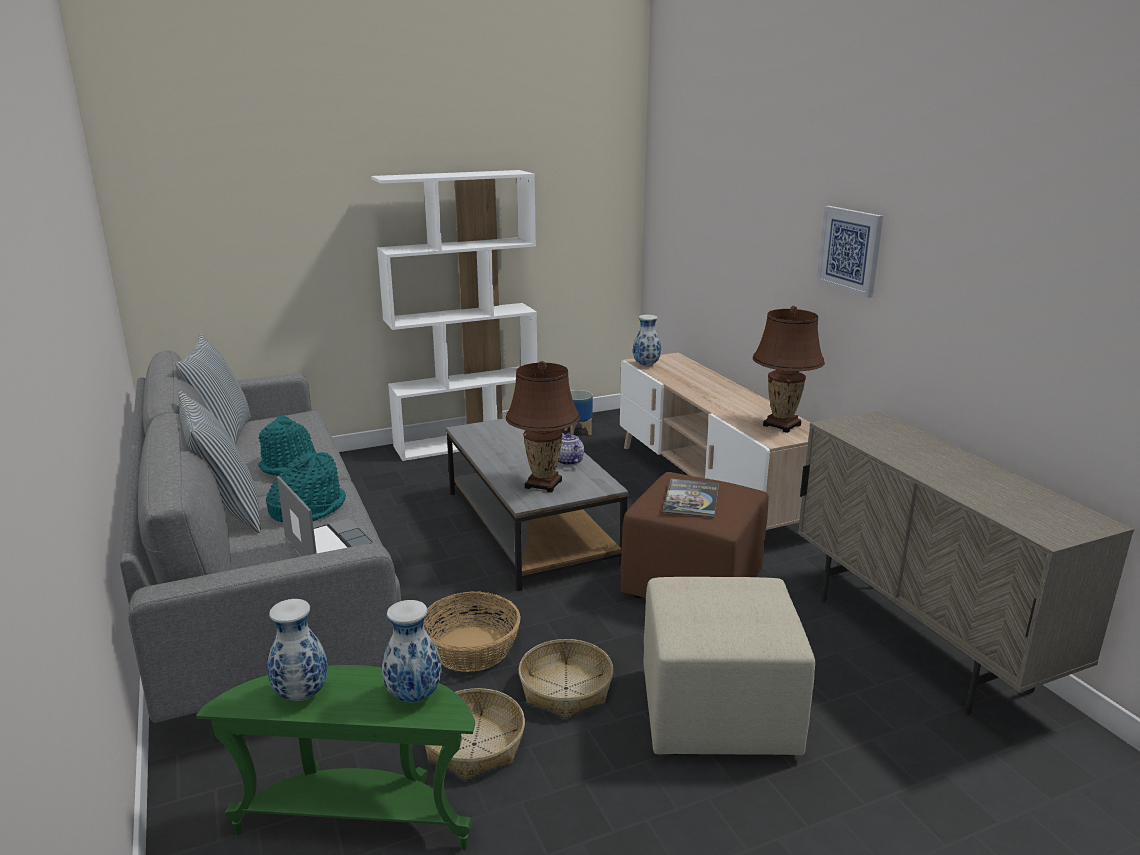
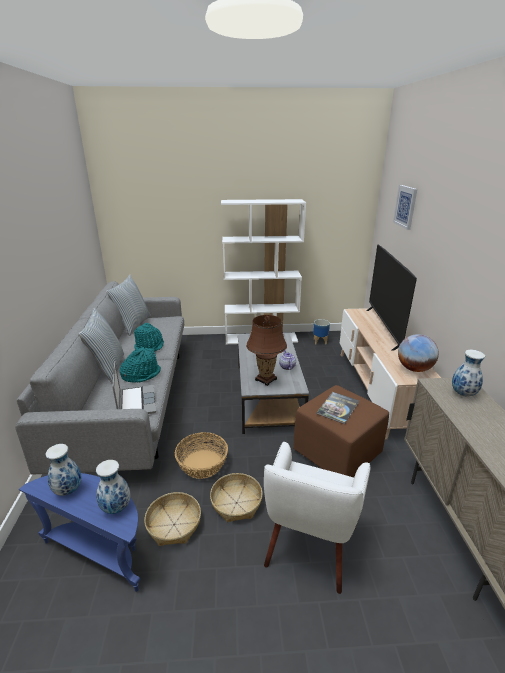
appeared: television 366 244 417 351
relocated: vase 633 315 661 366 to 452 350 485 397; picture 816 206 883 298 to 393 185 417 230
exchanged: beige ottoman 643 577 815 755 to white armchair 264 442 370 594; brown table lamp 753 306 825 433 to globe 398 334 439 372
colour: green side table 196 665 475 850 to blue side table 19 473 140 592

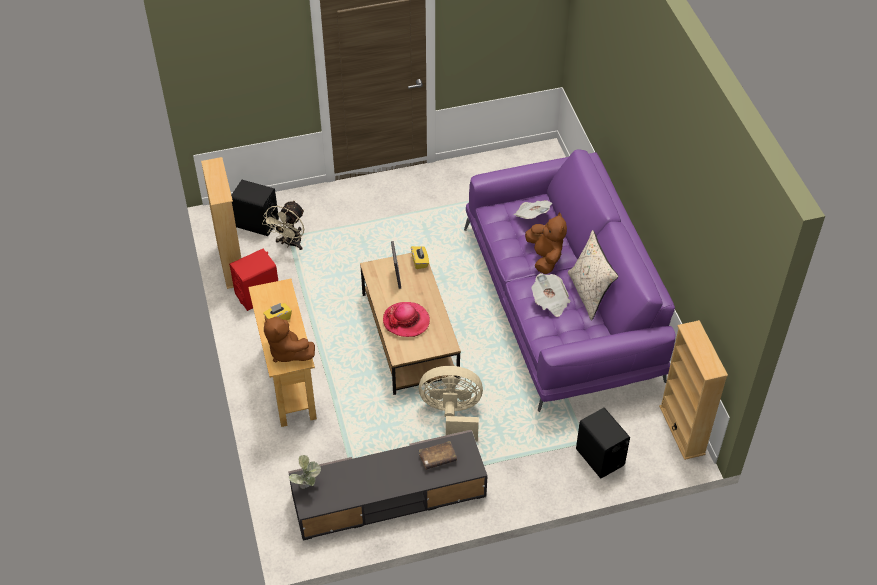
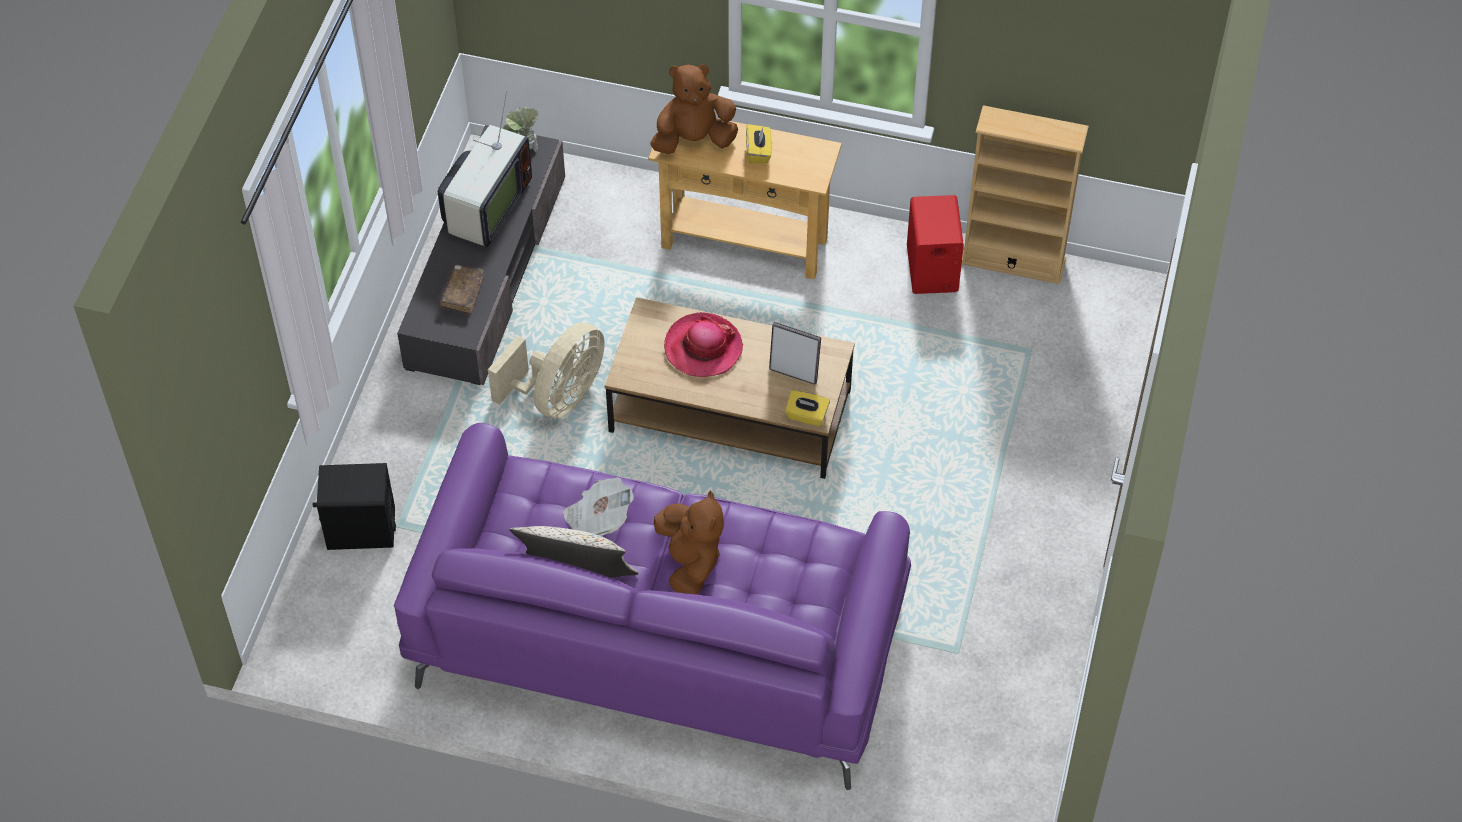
missing: black speaker 231 180 279 236; beige fan 262 200 304 250; newspaper 514 200 552 219; beige bookcase 659 320 728 460
appeared: television 438 91 532 247
spun: brown plush toy 525 212 567 274 = 654 490 724 595 120 degrees counterclockwise

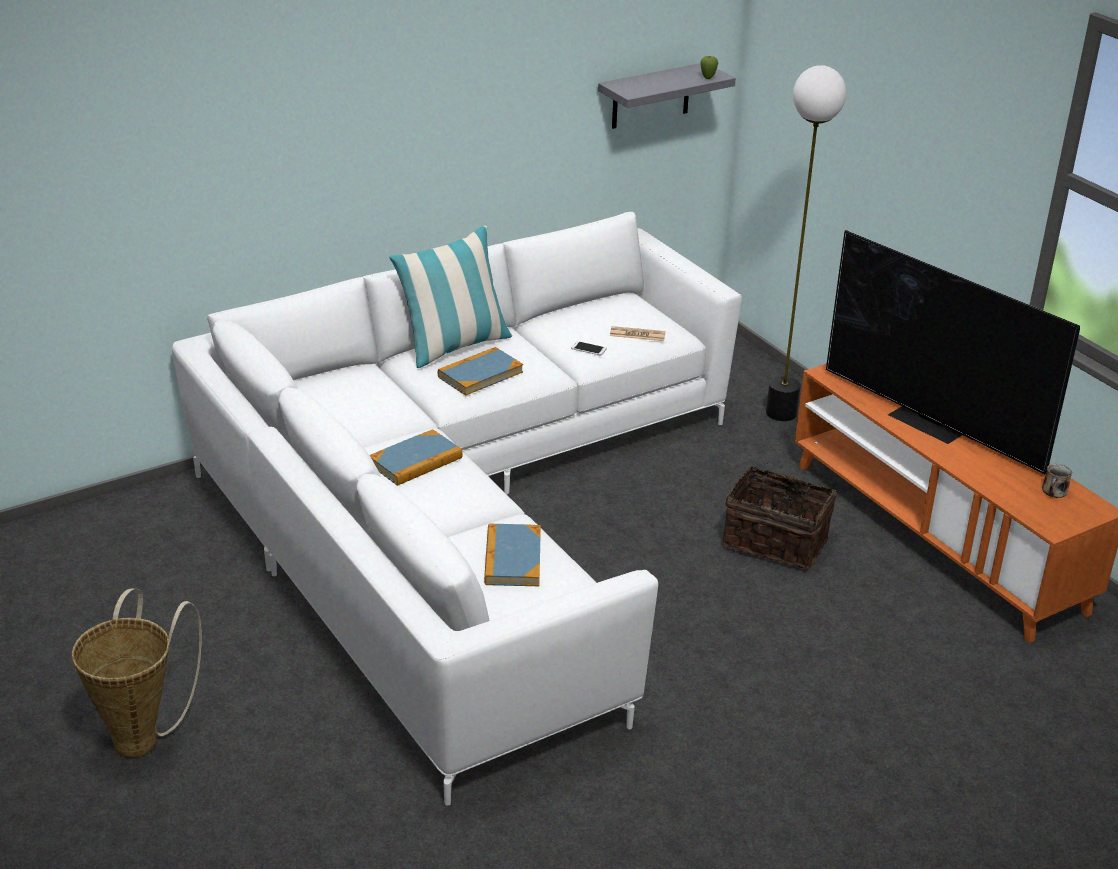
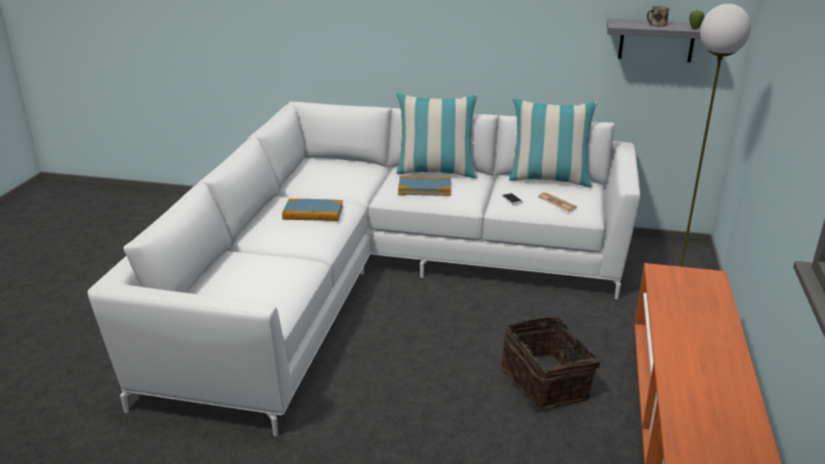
missing: basket 72 588 202 758; book 484 524 541 586; television 826 230 1080 474
appeared: pillow 509 98 597 188
relocated: mug 1042 464 1072 498 to 647 6 669 26

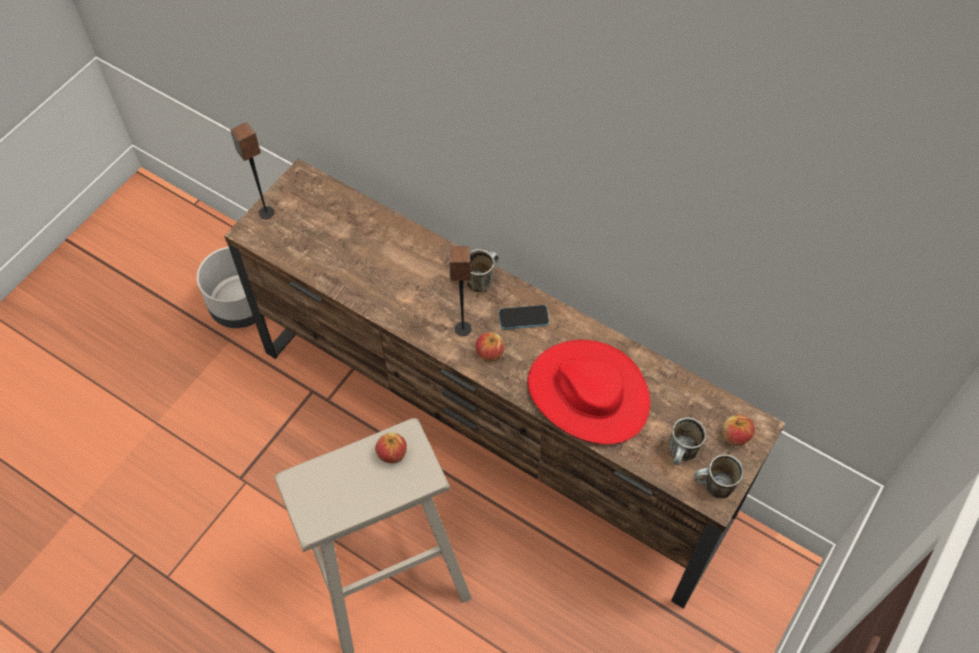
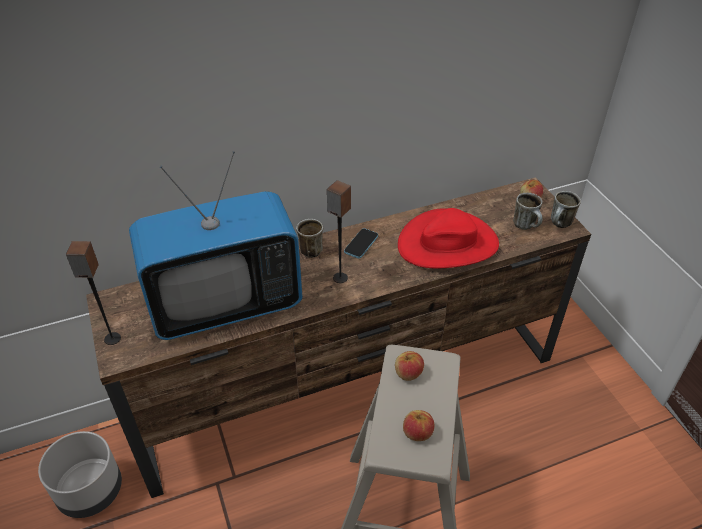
appeared: television 129 151 303 340
relocated: apple 475 332 505 362 to 403 410 434 441

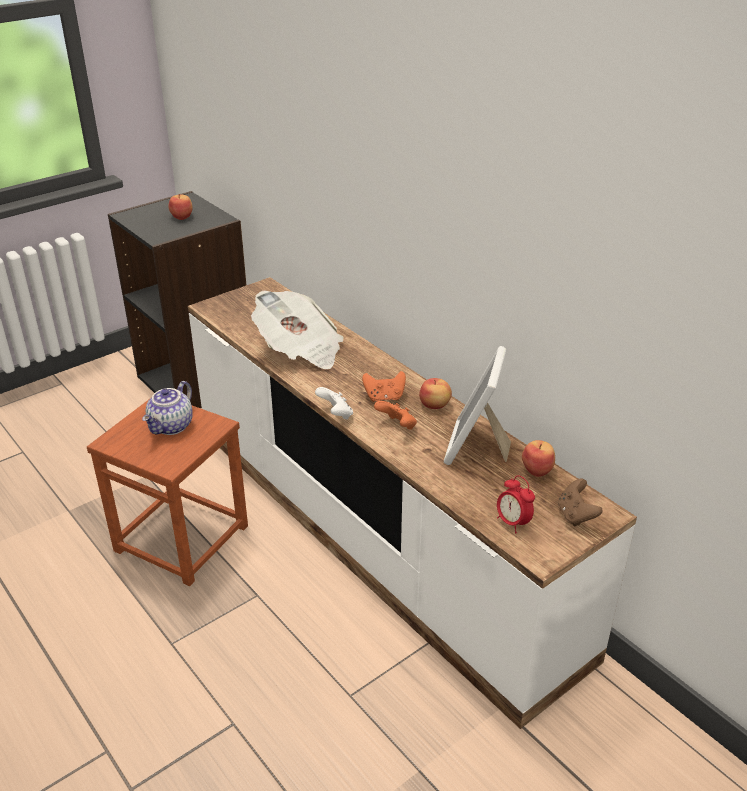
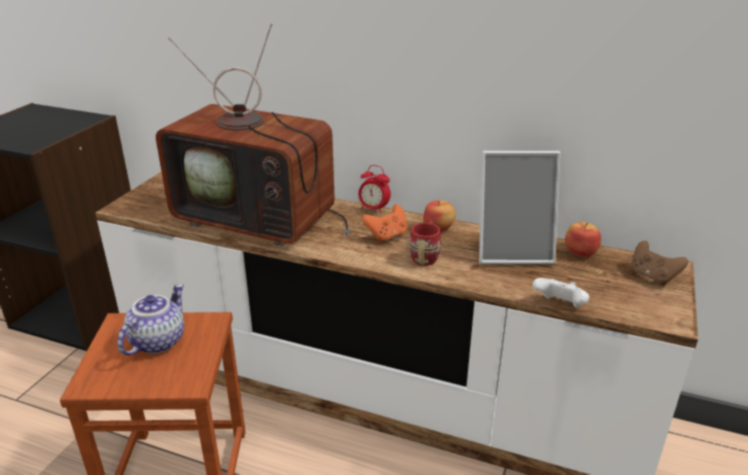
missing: apple 168 194 193 220
relocated: white game controller 315 387 353 420 to 533 278 589 307; alarm clock 497 475 535 533 to 358 165 391 214
exchanged: newspaper 251 290 344 369 to television 156 23 350 246; orange game controller 374 401 417 430 to red mug 409 221 441 266
spun: teapot 142 381 193 435 = 117 284 184 355 150 degrees counterclockwise; picture frame 444 346 511 465 = 479 151 561 264 75 degrees counterclockwise

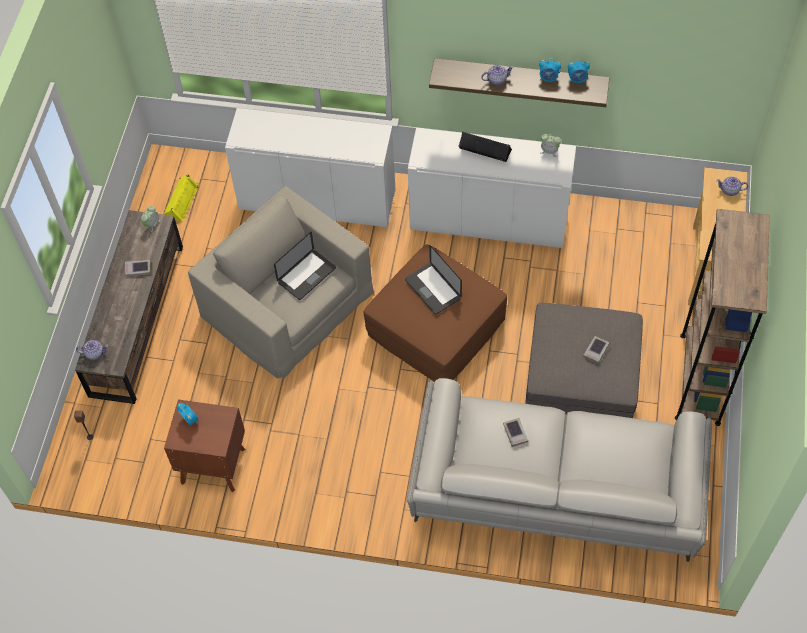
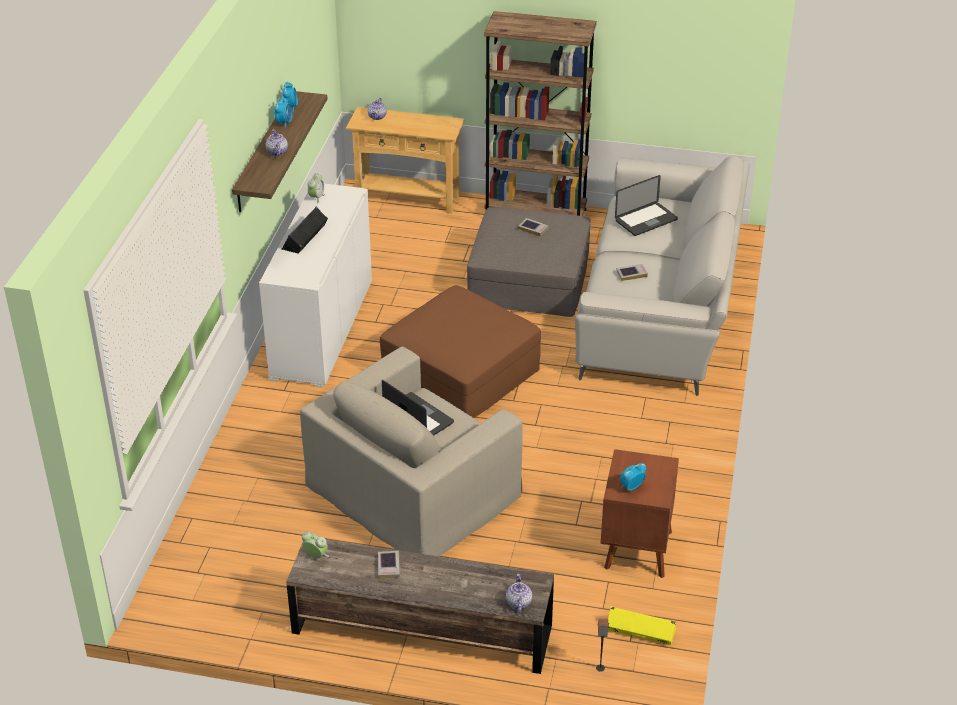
missing: white cabinet 225 108 395 227
relocated: yellow speaker 164 174 198 222 to 608 606 676 645; laptop 405 245 462 315 to 615 175 678 236

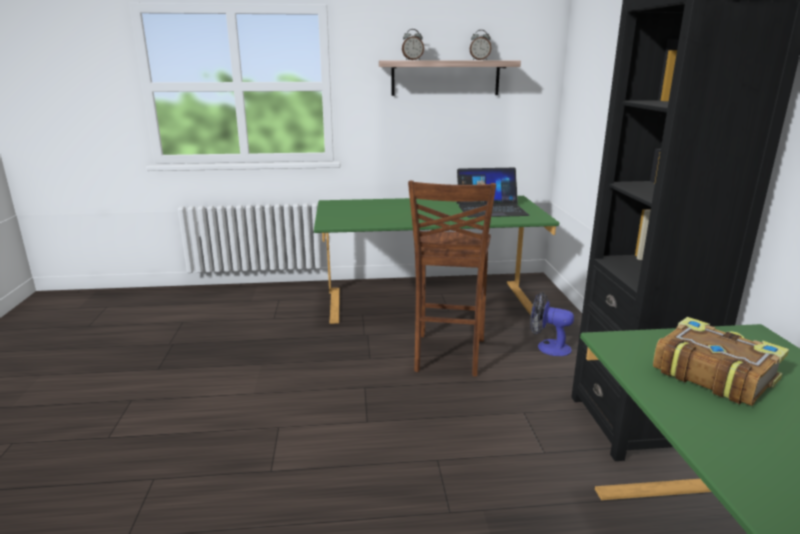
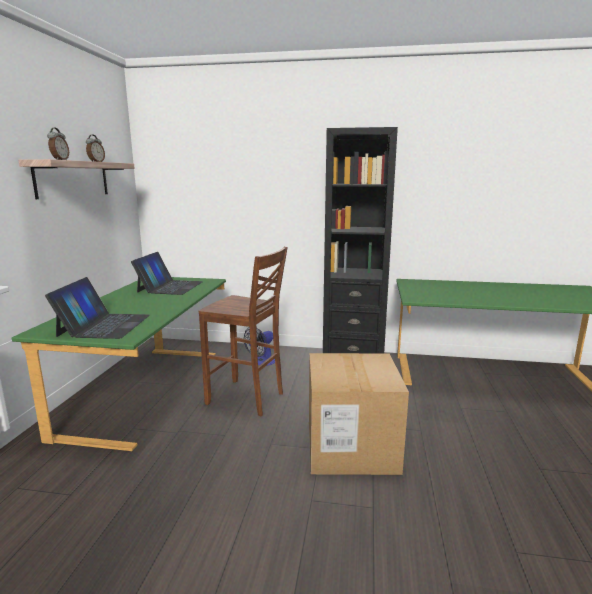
missing: book 653 317 789 406
appeared: laptop 45 277 150 339; cardboard box 309 353 409 475

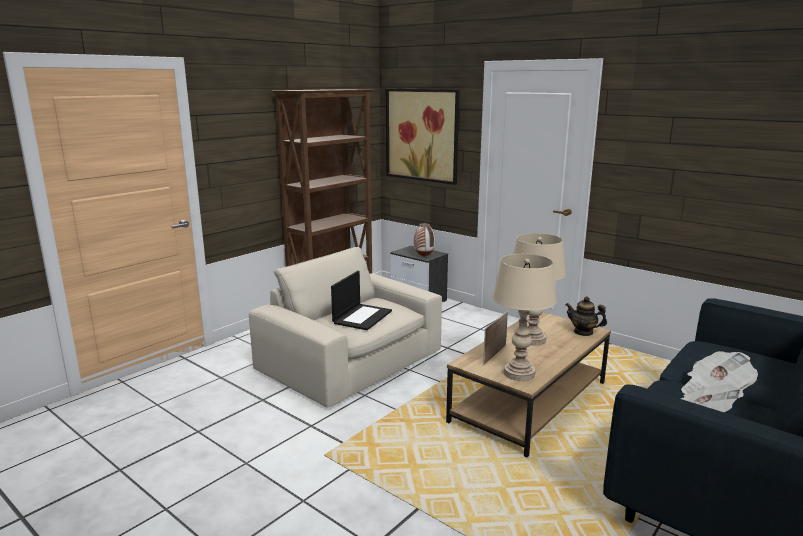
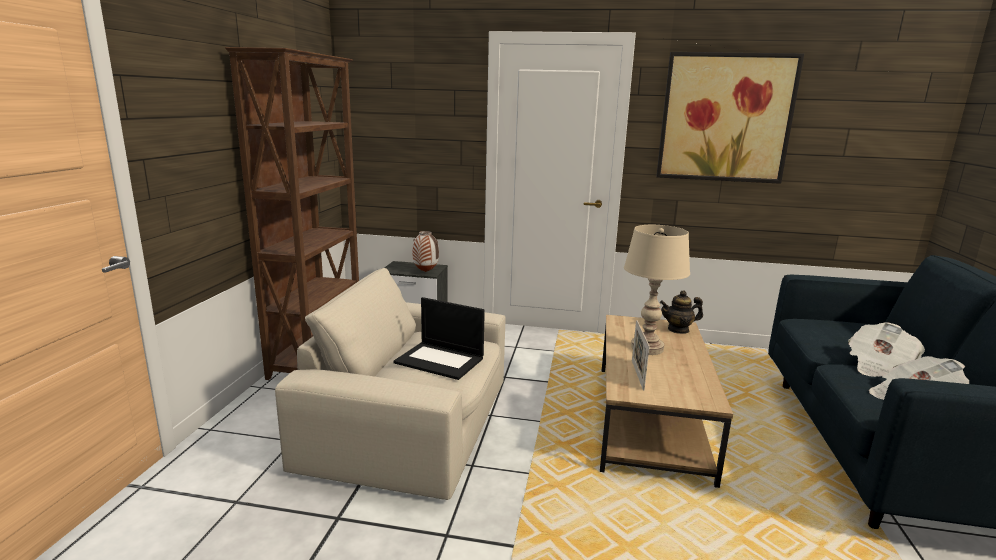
missing: beige table lamp 493 254 557 381
relocated: picture 386 89 460 185 to 656 52 804 184
spun: laptop 331 271 392 330 = 394 297 485 380 120 degrees clockwise

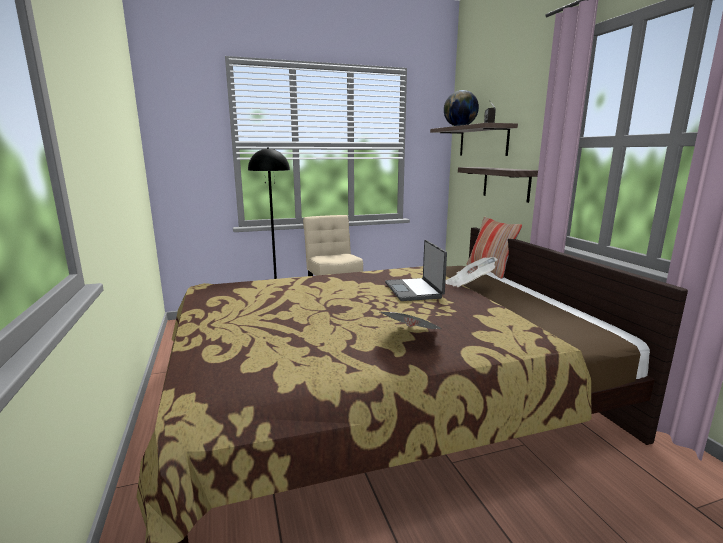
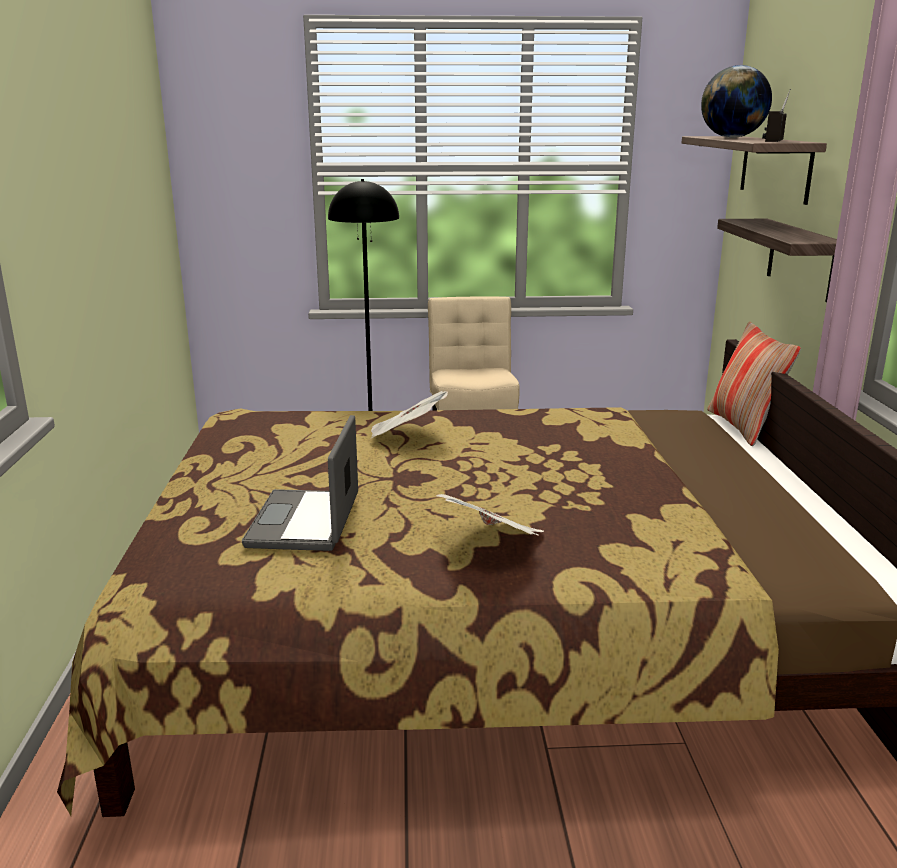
relocated: laptop 385 240 447 301 to 242 415 358 551; newspaper 445 257 498 287 to 371 391 448 438

